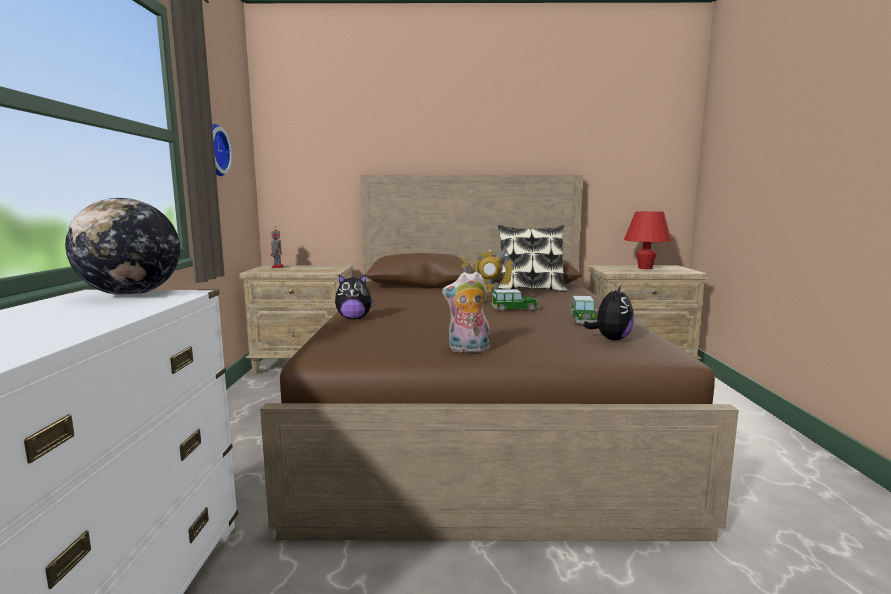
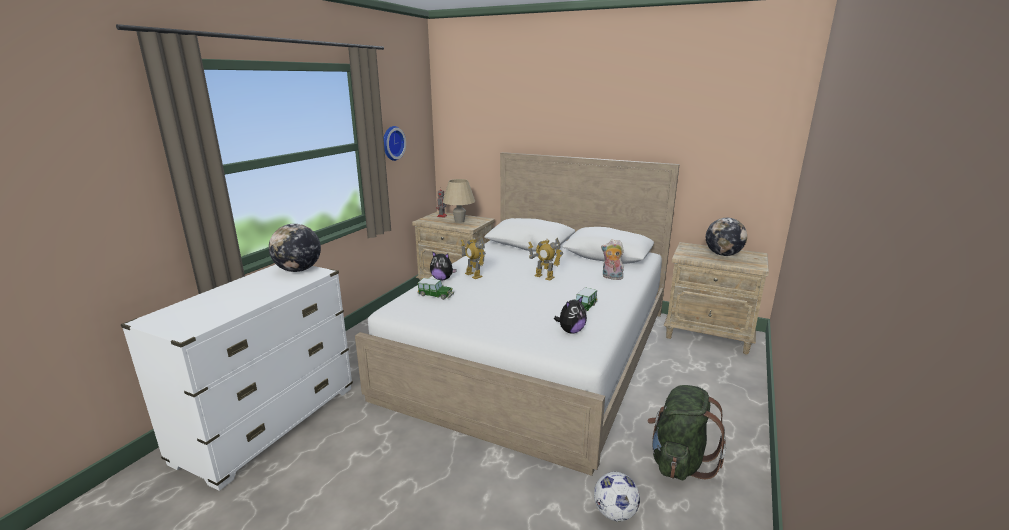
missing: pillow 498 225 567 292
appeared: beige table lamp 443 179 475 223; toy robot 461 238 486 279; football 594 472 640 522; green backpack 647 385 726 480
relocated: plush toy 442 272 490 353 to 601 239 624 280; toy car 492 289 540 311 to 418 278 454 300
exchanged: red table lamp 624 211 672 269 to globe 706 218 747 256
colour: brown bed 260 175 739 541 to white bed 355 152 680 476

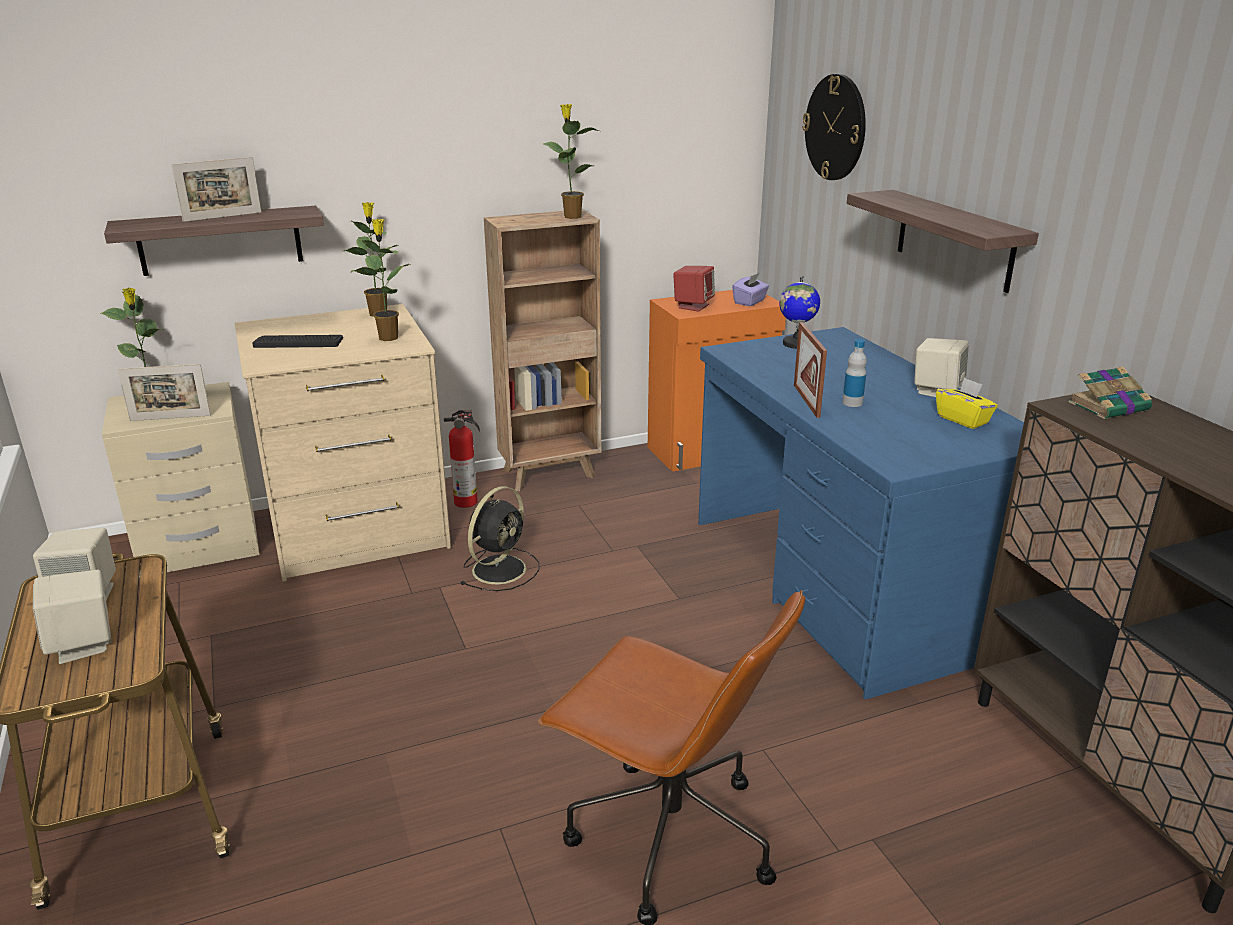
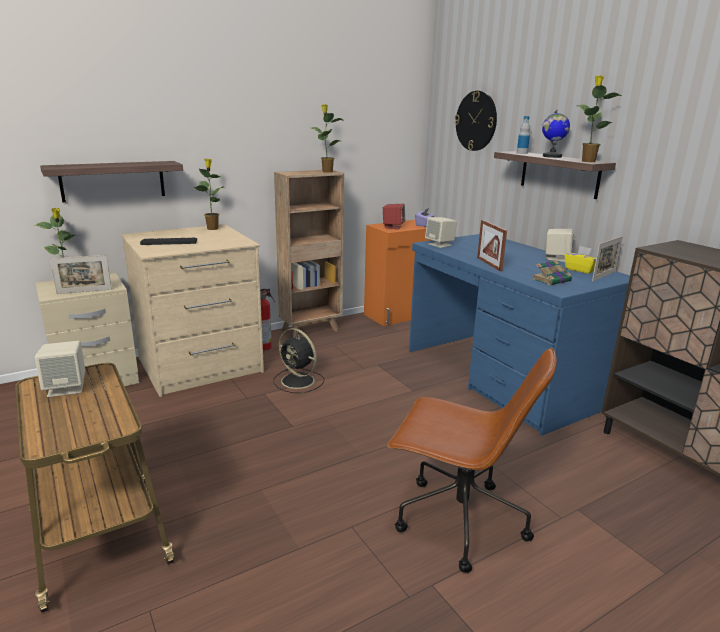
relocated: beige speaker 33 570 112 664 to 425 217 457 248; picture frame 171 157 262 222 to 592 236 623 281; potted plant 351 219 411 341 to 577 75 622 162; globe 779 275 820 349 to 542 110 570 158; bottle 842 339 867 407 to 517 116 530 154; book 1068 366 1152 419 to 532 260 572 285
spun: black fan 461 486 539 591 = 273 328 324 393 105 degrees clockwise

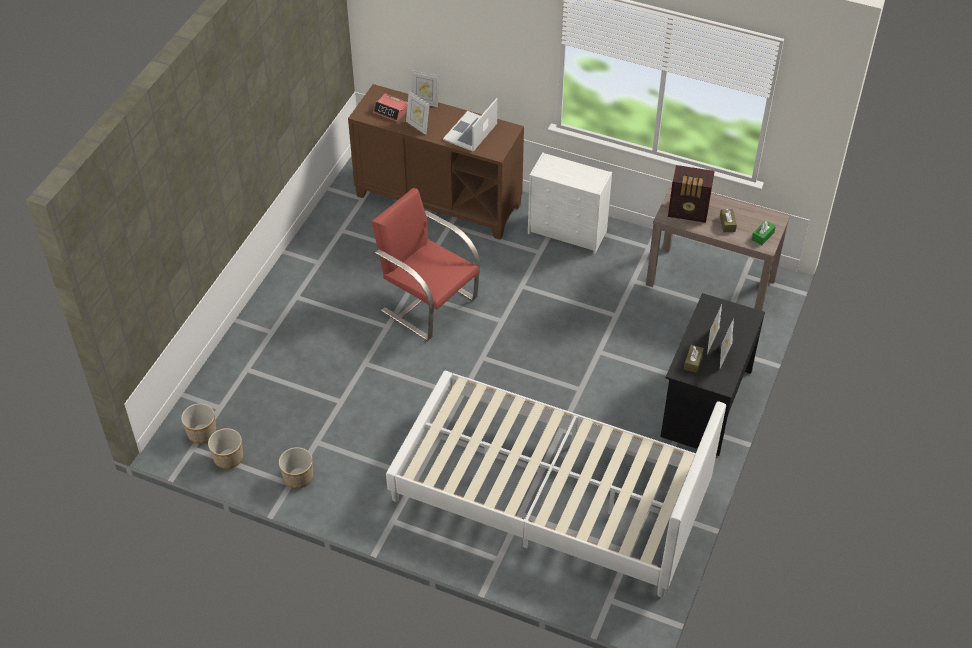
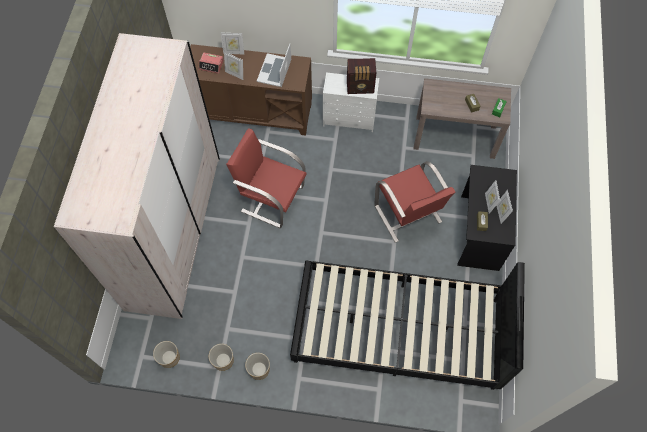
appeared: beige wardrobe 54 33 220 319; red armchair 374 161 455 243
relocated: planter 181 403 216 444 to 245 353 270 380; radio 668 165 715 223 to 347 58 376 94
colour: white bed 386 371 726 597 to black bed 290 261 525 390

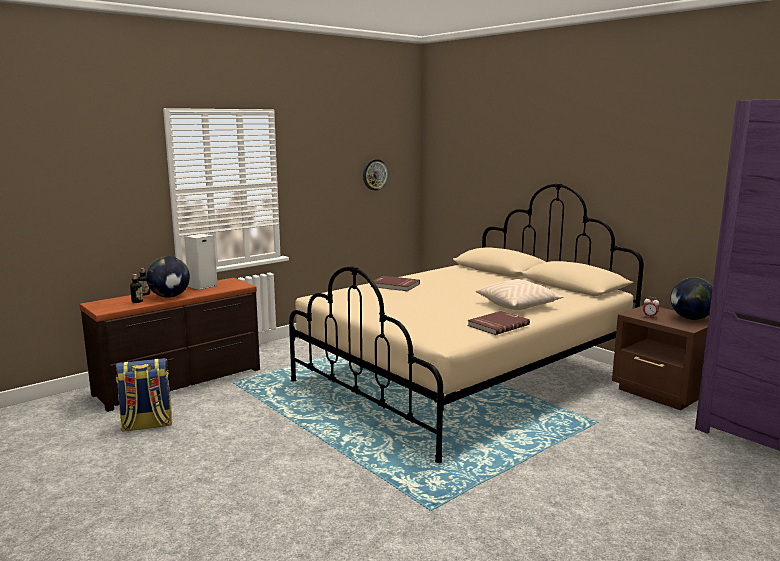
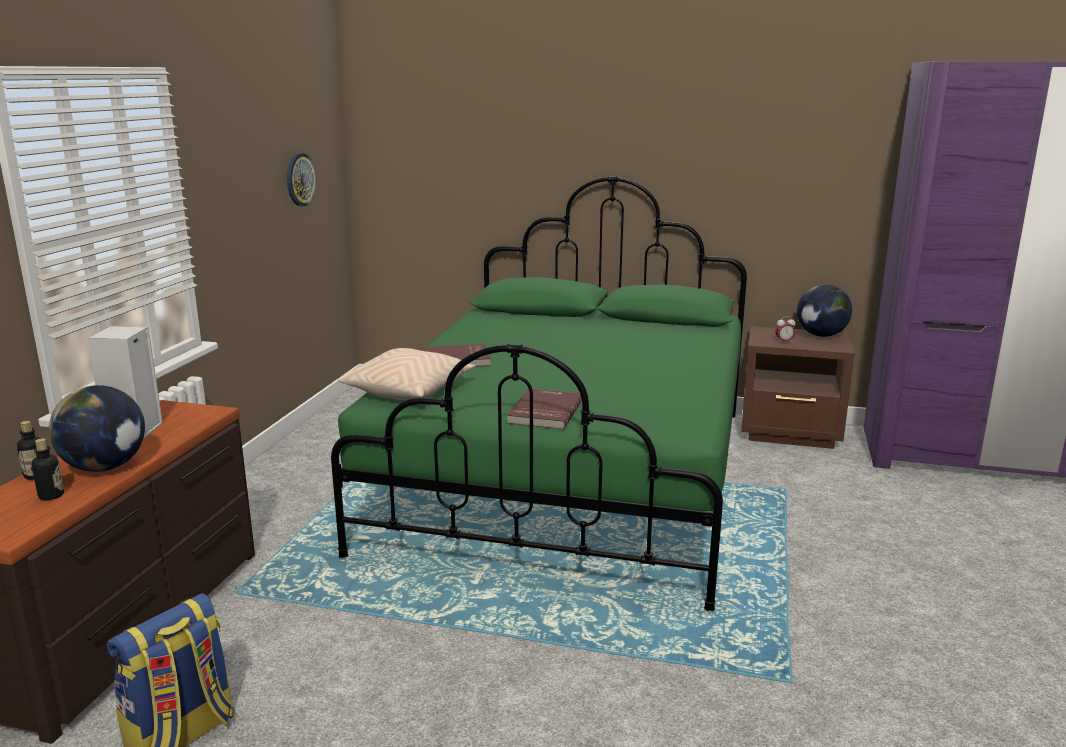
relocated: red book 468 311 530 335 to 507 388 582 430; beige pillow 476 279 563 310 to 338 348 475 400
colour: beige bed 289 183 644 463 to green bed 331 176 747 611

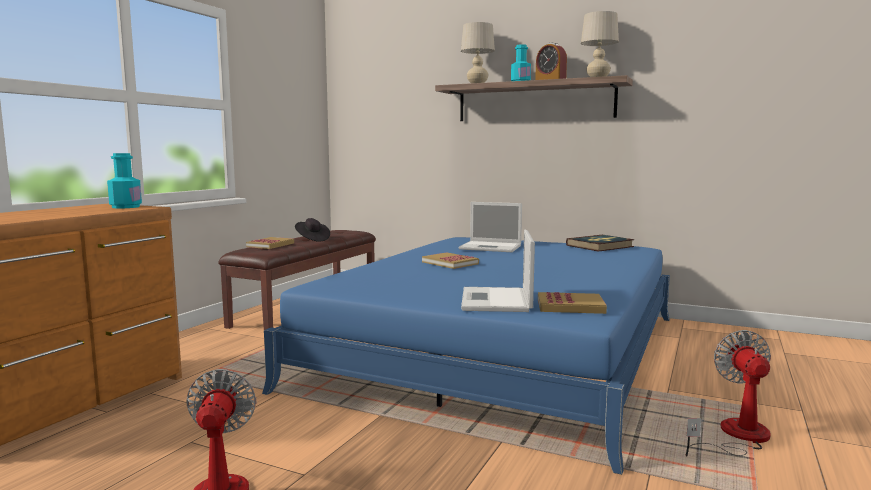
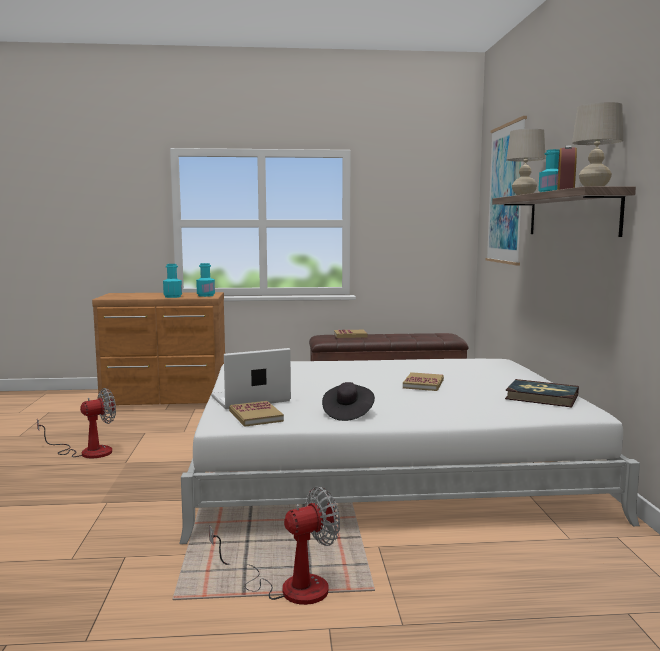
missing: laptop 459 202 522 252
appeared: turquoise bottle 163 264 182 298; picture 486 116 527 265
relocated: black hat 295 218 330 242 to 322 382 375 421; book 422 252 479 269 to 403 372 444 391
colour: blue bed 262 237 670 475 to white bed 179 359 640 544

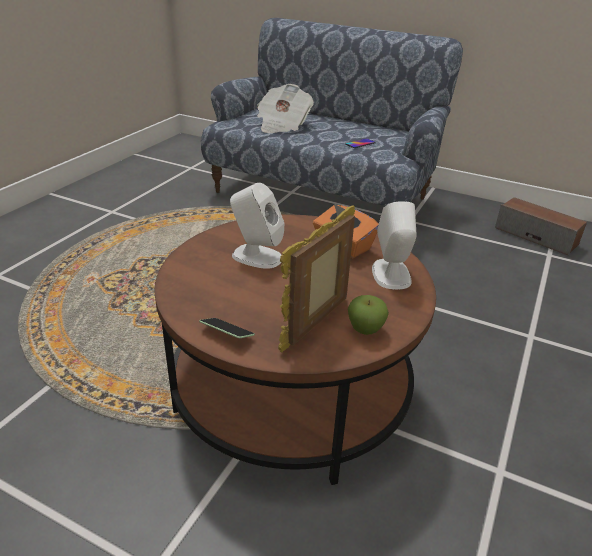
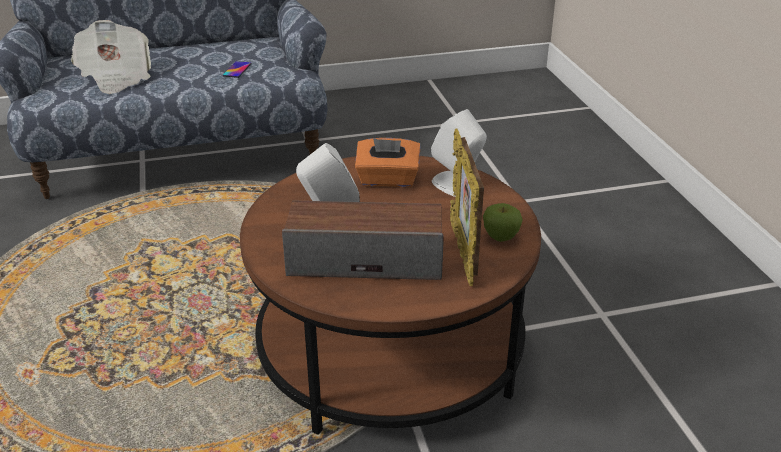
missing: phone 199 318 255 338
relocated: speaker 495 197 587 255 to 282 201 444 280

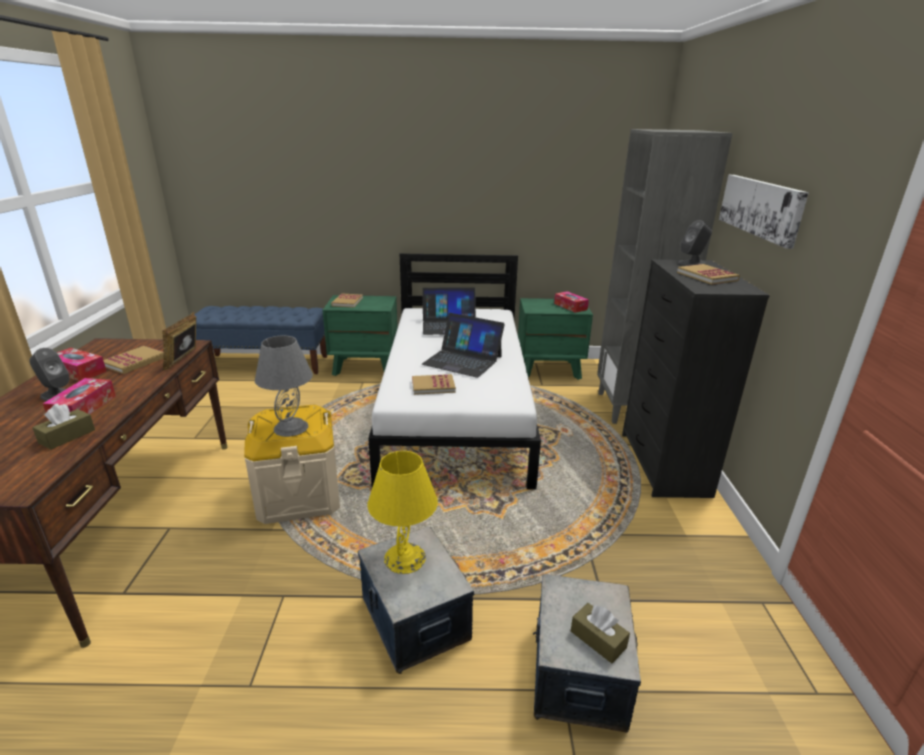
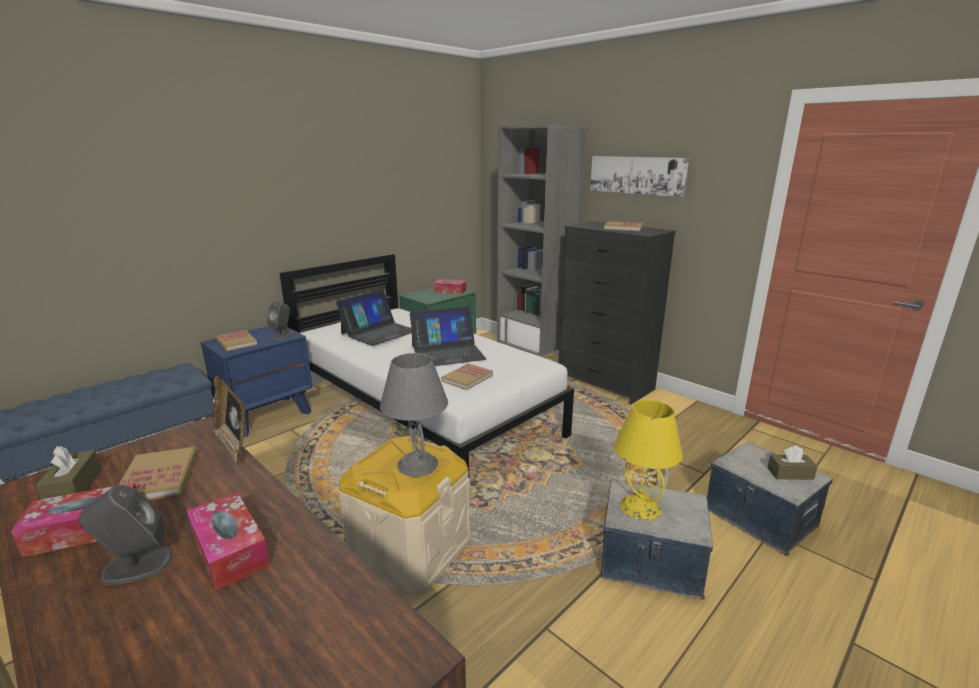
relocated: brown tissue box 32 404 95 450 to 36 446 100 499; grey speaker 678 220 712 266 to 267 301 294 340
colour: green nightstand 322 295 398 376 to blue nightstand 201 326 313 437

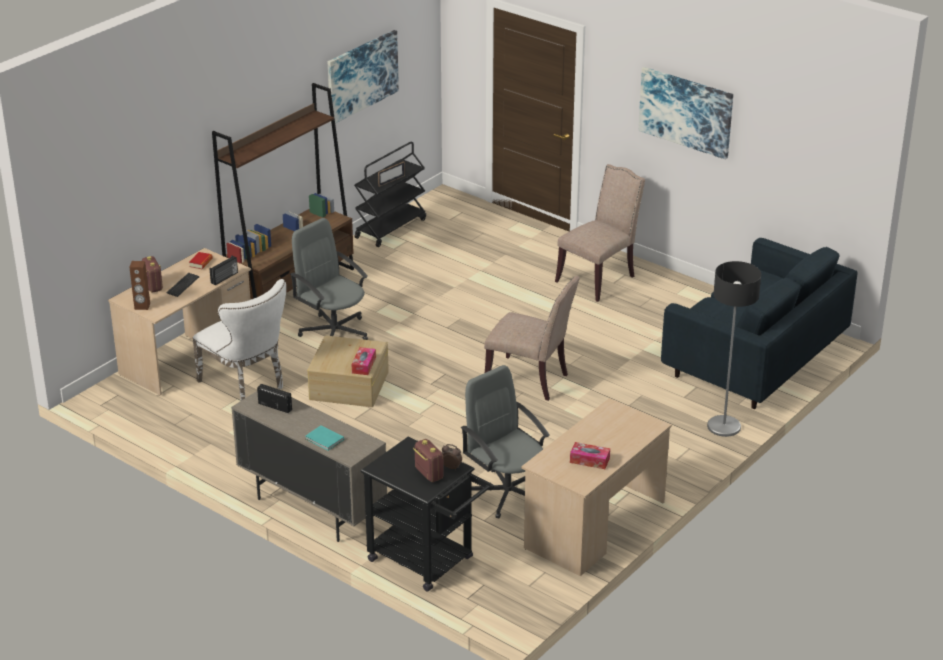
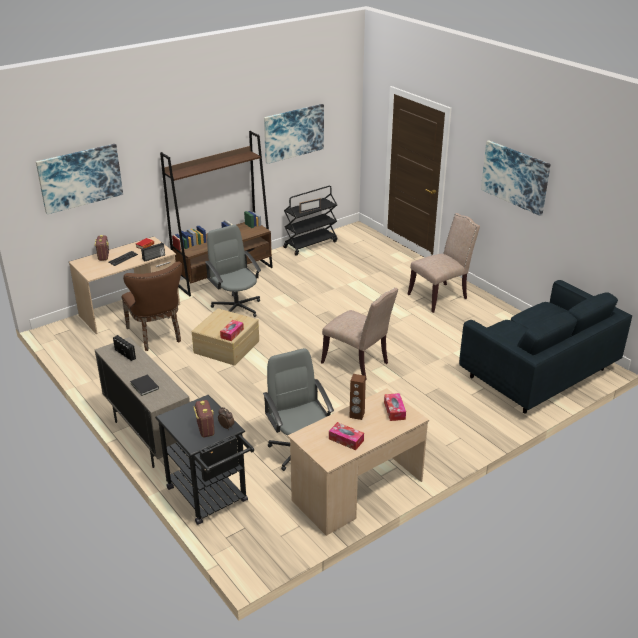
missing: floor lamp 707 261 761 437
appeared: picture 36 144 123 215; tissue box 384 393 406 421
relocated: brown speaker 129 261 150 310 to 349 374 366 420
colour: white chair 193 279 286 401 to brown chair 121 261 182 351; turquoise book 305 426 344 451 to black book 130 375 159 396

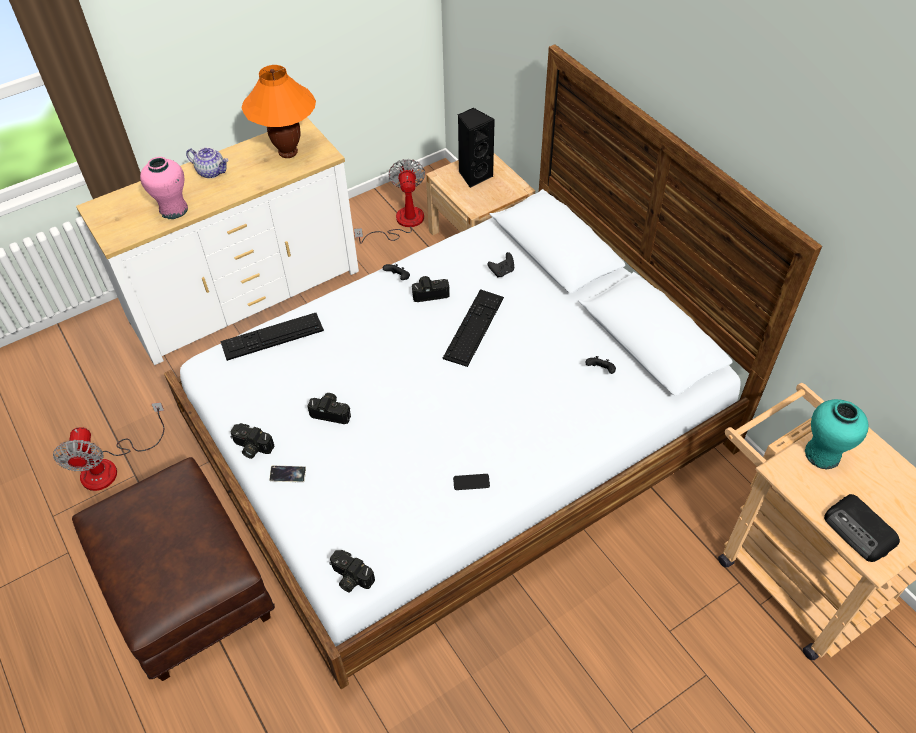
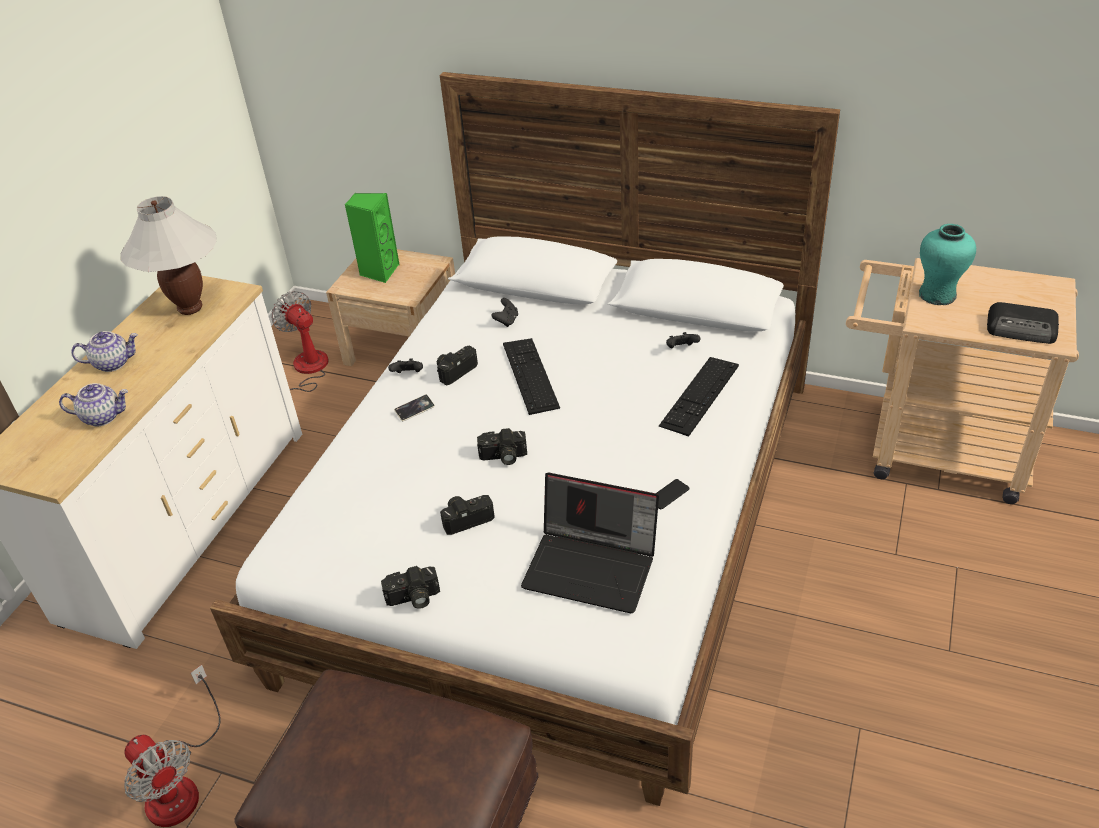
appeared: laptop 521 473 659 614
relocated: keyboard 220 313 324 361 to 659 357 739 437; phone 269 465 306 483 to 394 394 435 421; photo camera 329 550 375 593 to 477 428 527 465
exchanged: pink vase 140 157 188 219 to teapot 59 383 128 426
colour: orange table lamp 242 65 316 158 to white table lamp 121 196 217 315; black speaker 458 108 495 188 to green speaker 345 193 400 283

